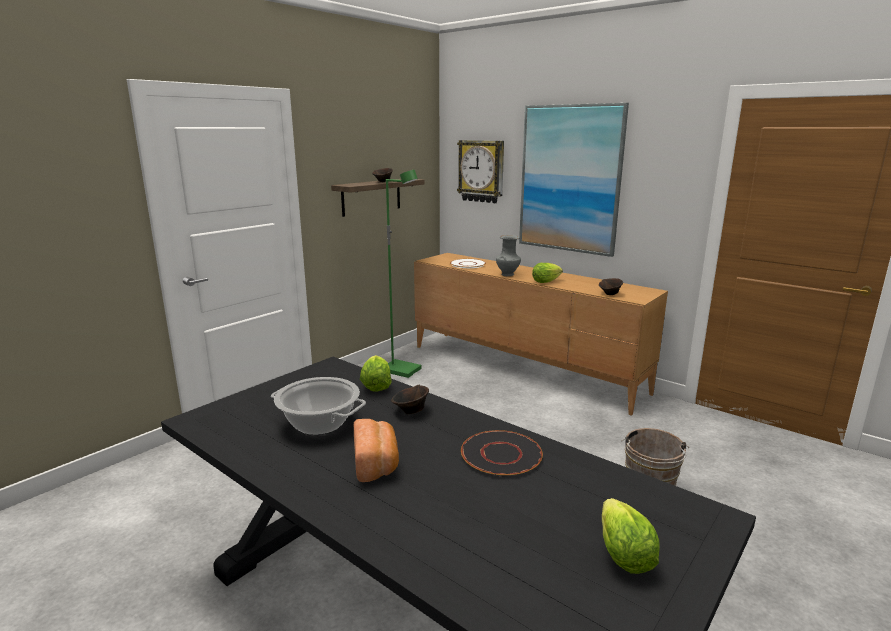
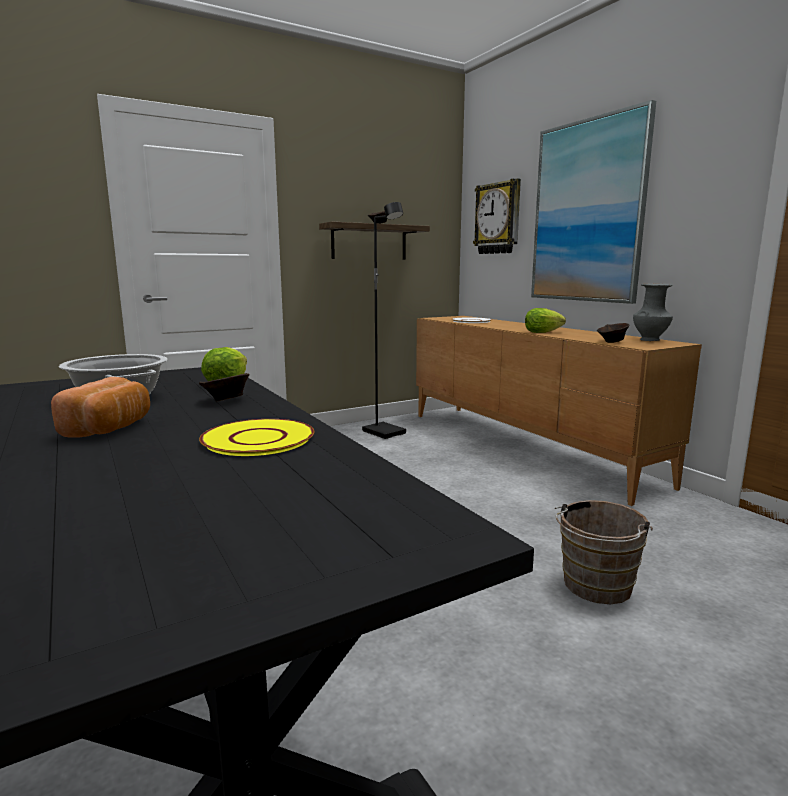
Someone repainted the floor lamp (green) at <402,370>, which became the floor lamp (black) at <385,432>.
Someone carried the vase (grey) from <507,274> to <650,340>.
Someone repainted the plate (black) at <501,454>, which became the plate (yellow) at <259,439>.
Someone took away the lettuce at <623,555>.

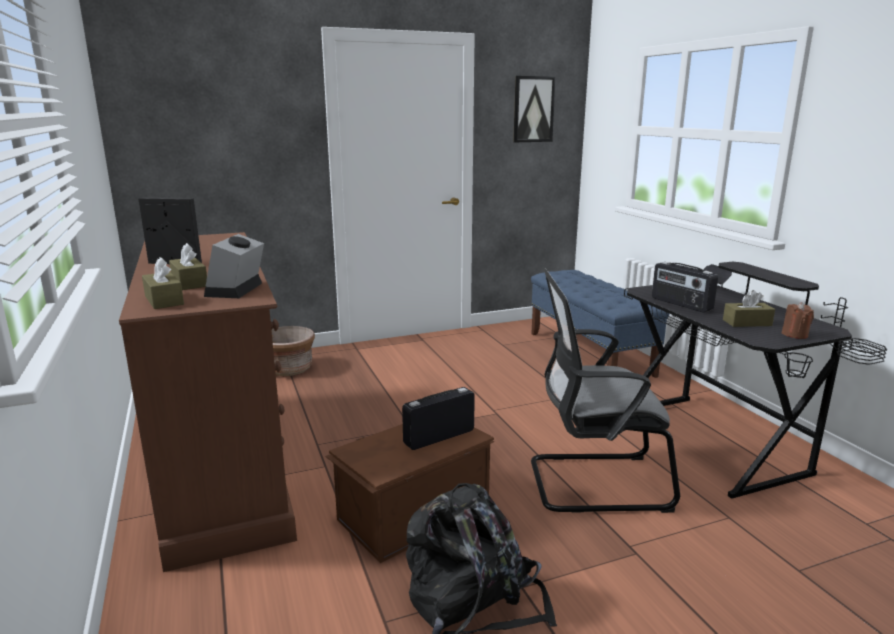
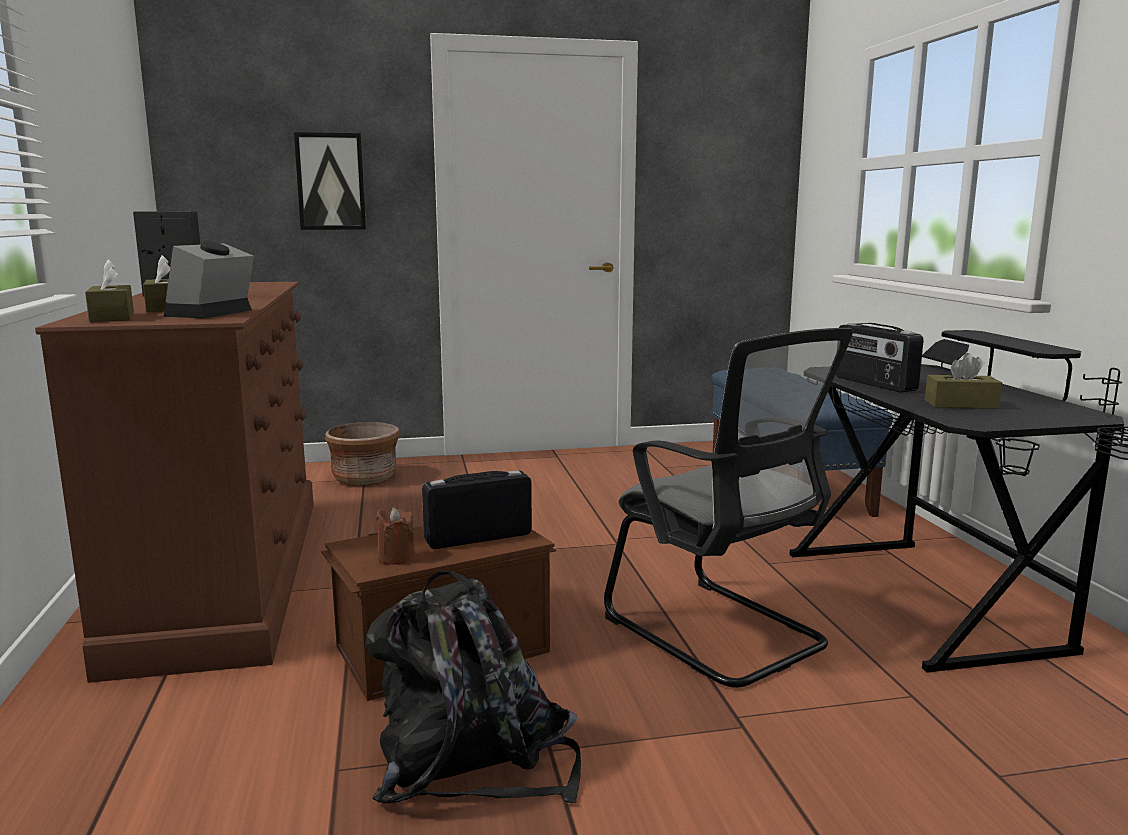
Someone carried the picture from <533,109> to <330,181>.
Someone rotated the chair at <593,482> by 135 degrees counterclockwise.
Someone carried the candle (brown) from <795,335> to <396,557>.

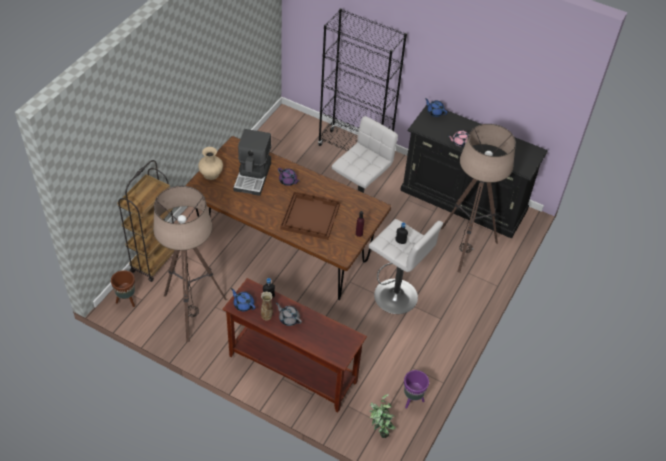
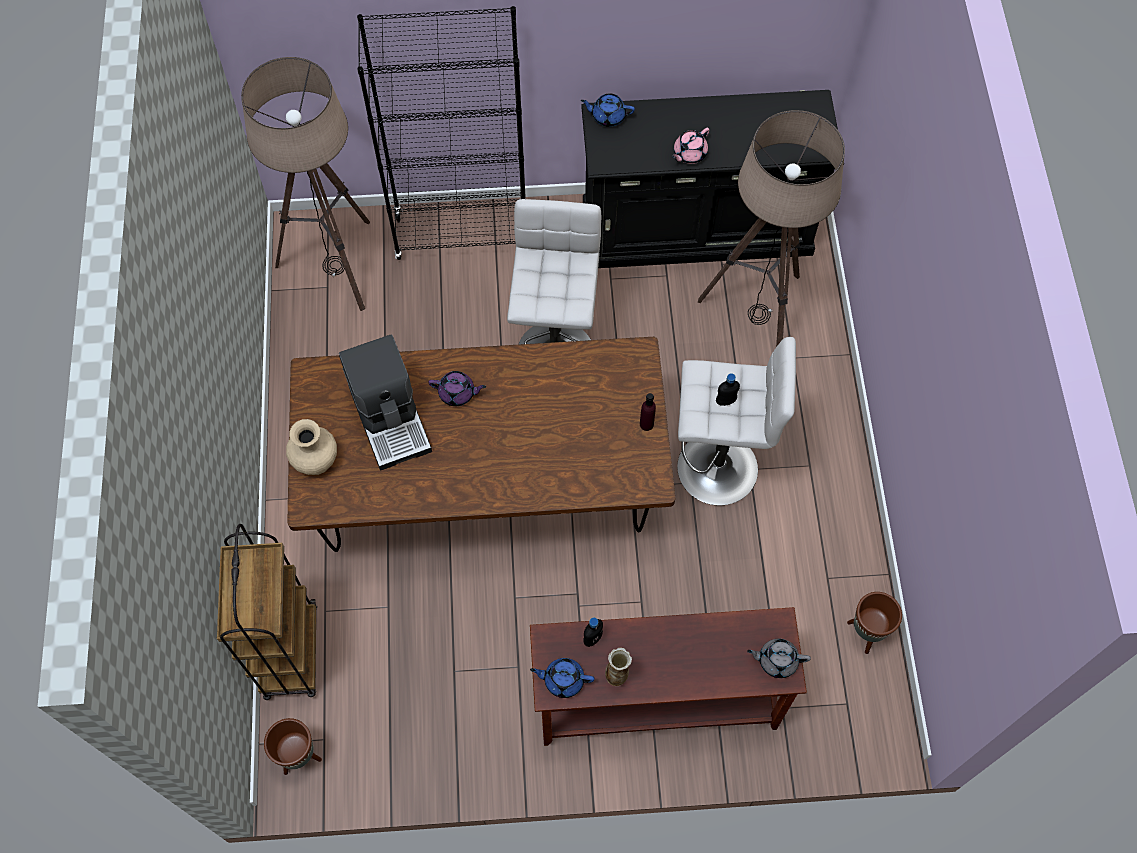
Someone carried the floor lamp from <193,311> to <335,265>.
Someone took away the tray (brown) at <310,216>.
Someone carried the teapot (grey) from <289,318> to <776,660>.
Someone repainted the planter (purple) at <412,400>, which became the planter (brown) at <866,633>.
Someone took away the potted plant at <379,431>.

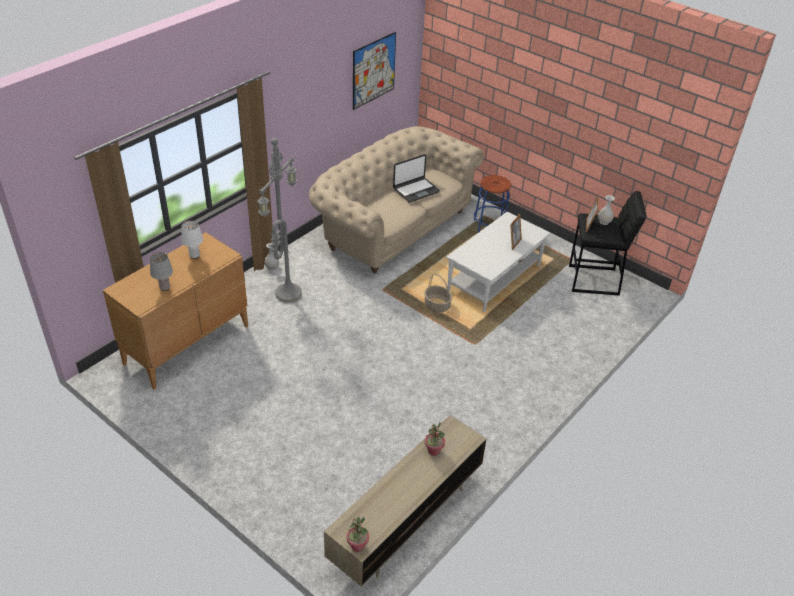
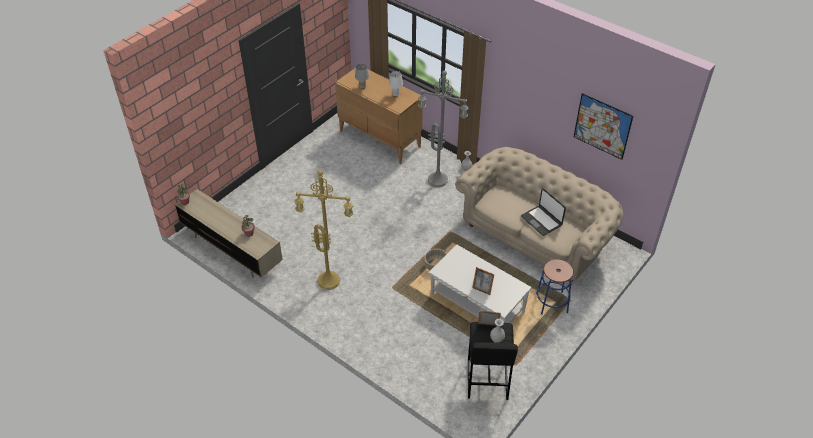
Someone put down the floor lamp (yellow) at <330,280>.

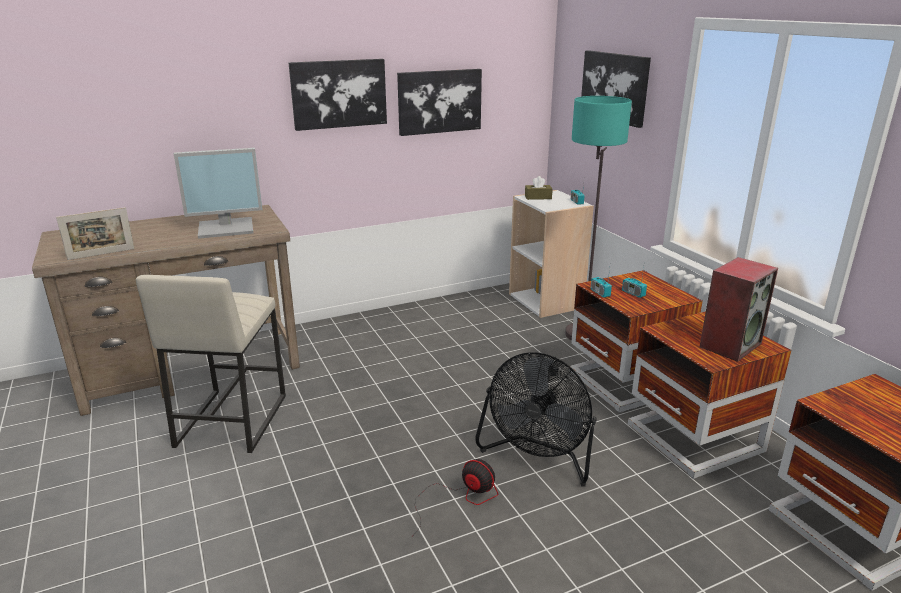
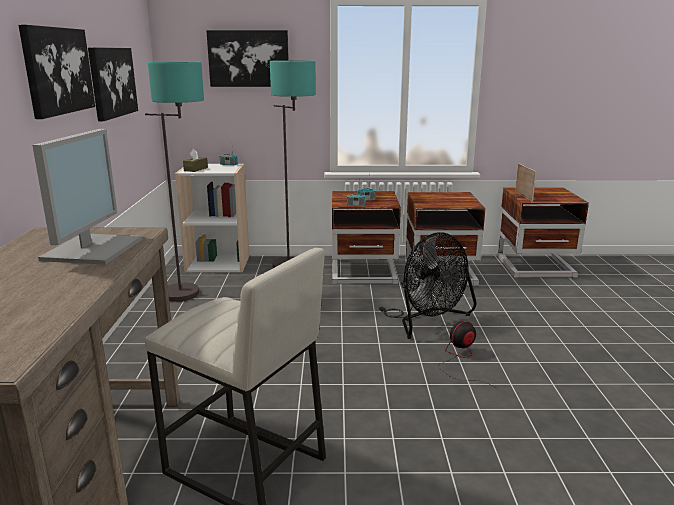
Someone carried the picture frame from <101,254> to <523,196>.
Someone took away the speaker at <730,344>.
Someone put down the floor lamp (turquoise) at <190,295>.

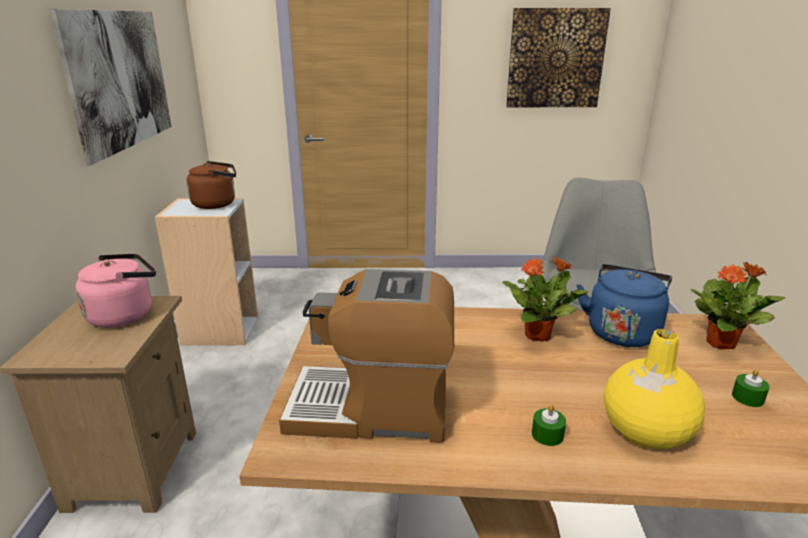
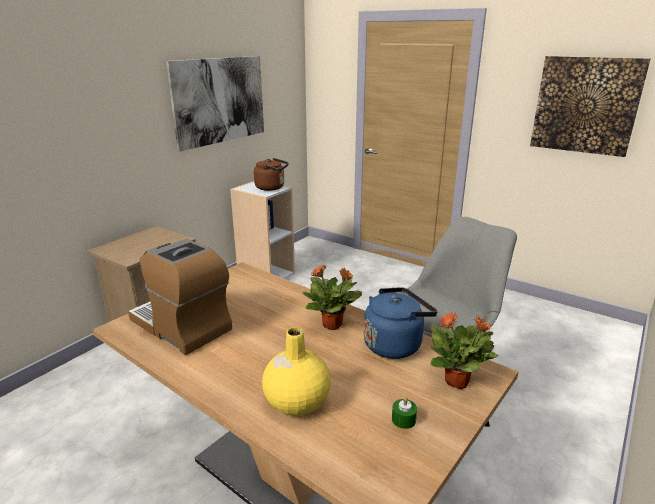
Someone took away the kettle (pink) at <125,314>.
Someone took away the candle (green) at <547,435>.

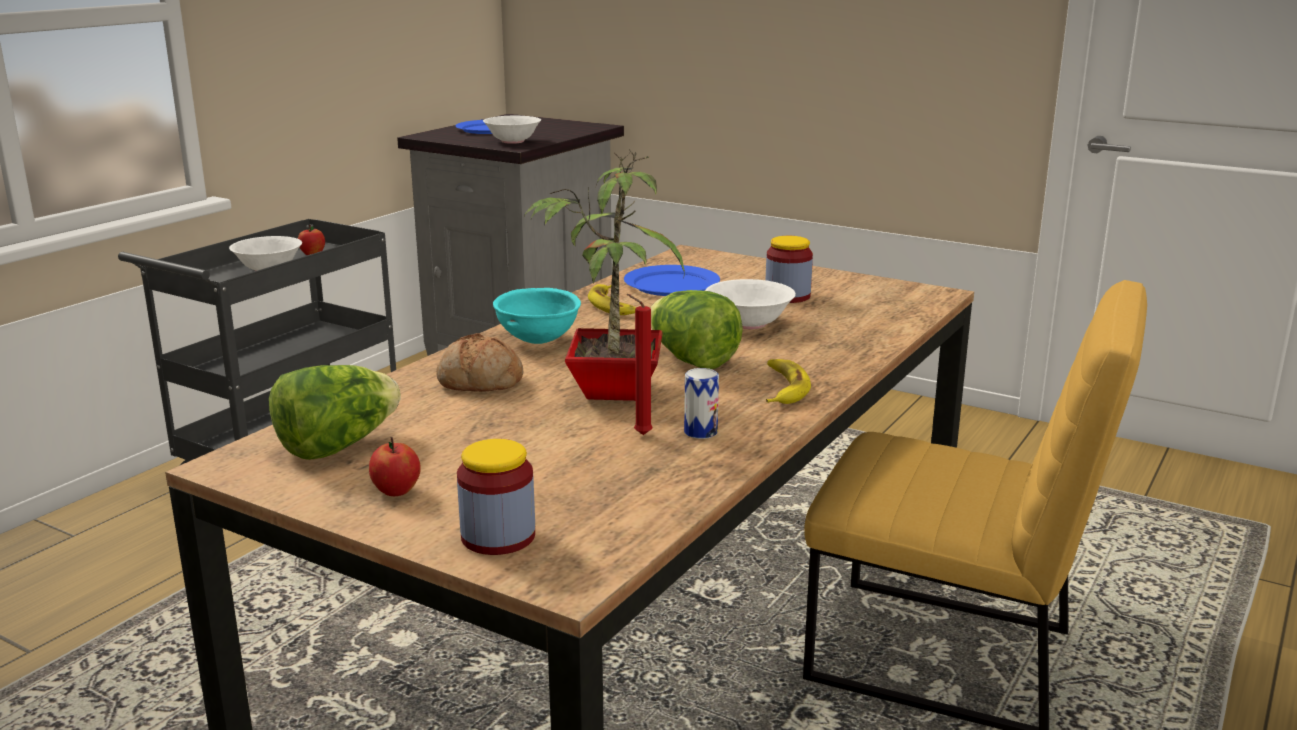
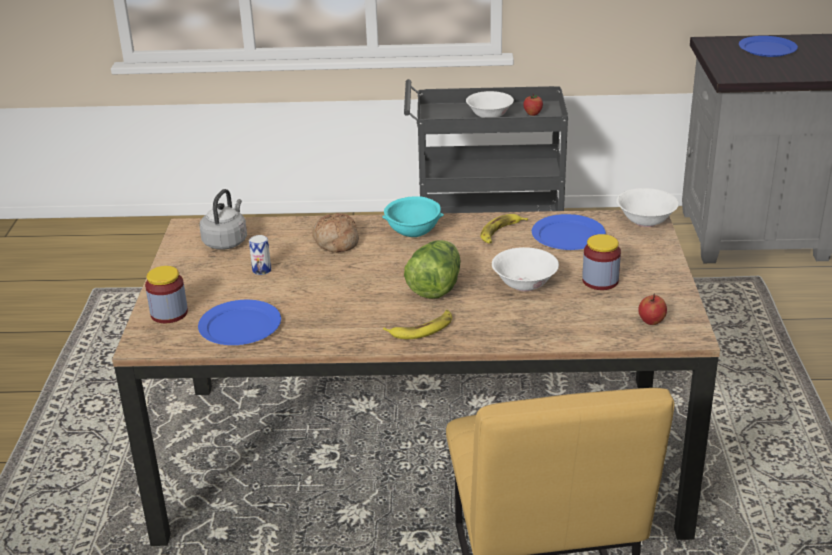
Someone carried the bowl (white) from <513,141> to <645,221>.
Someone took away the potted plant at <610,390>.
Someone took away the candle (red) at <640,435>.
Someone swapped the lettuce at <337,446> for the kettle (grey) at <226,241>.
Someone carried the can from <700,432> to <261,270>.
Someone carried the apple from <396,491> to <651,321>.
Someone put down the plate (blue) at <240,327>.

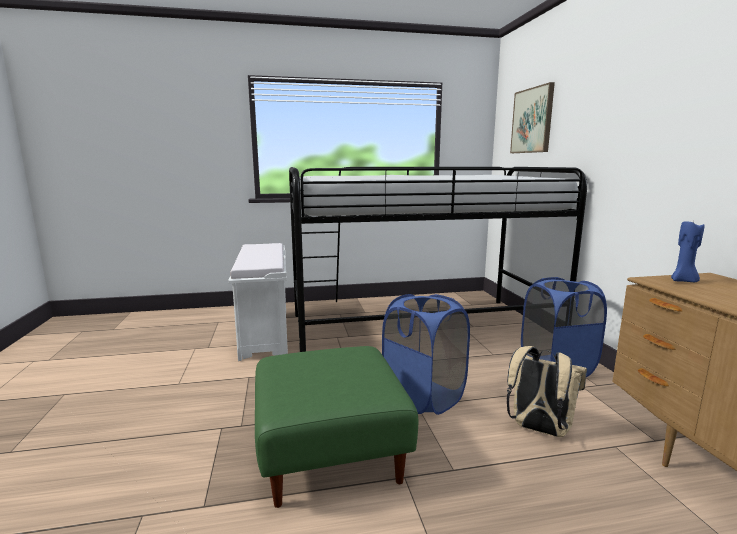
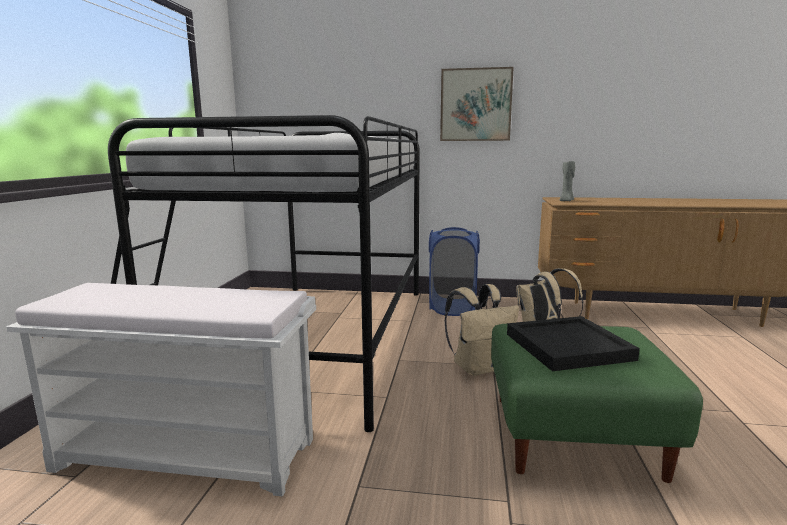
Someone carried the picture from <532,120> to <475,105>.
Someone repainted the candle (blue) at <683,281>, which became the candle (grey) at <566,201>.
Someone swapped the laundry basket (blue) at <423,397> for the backpack (beige) at <478,367>.
Someone put down the tray (black) at <568,346>.

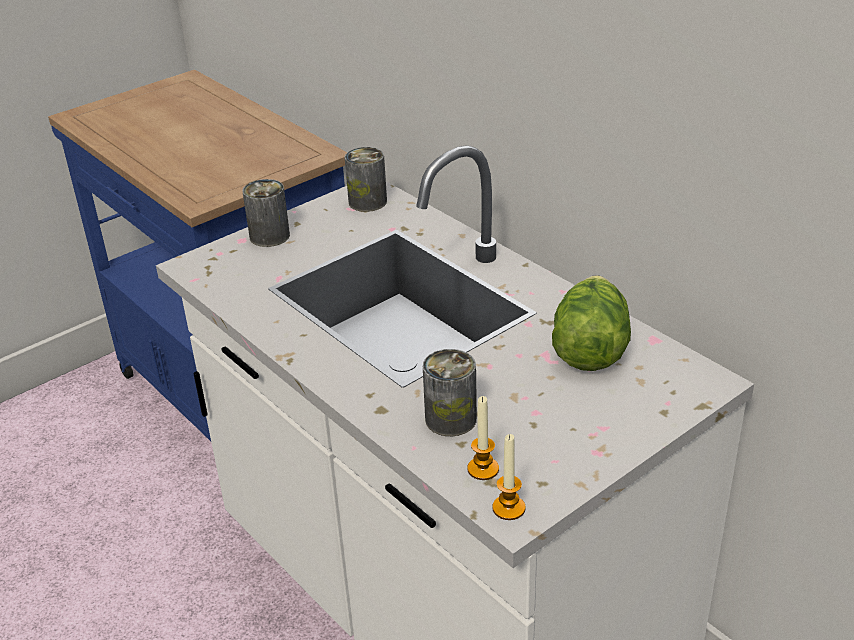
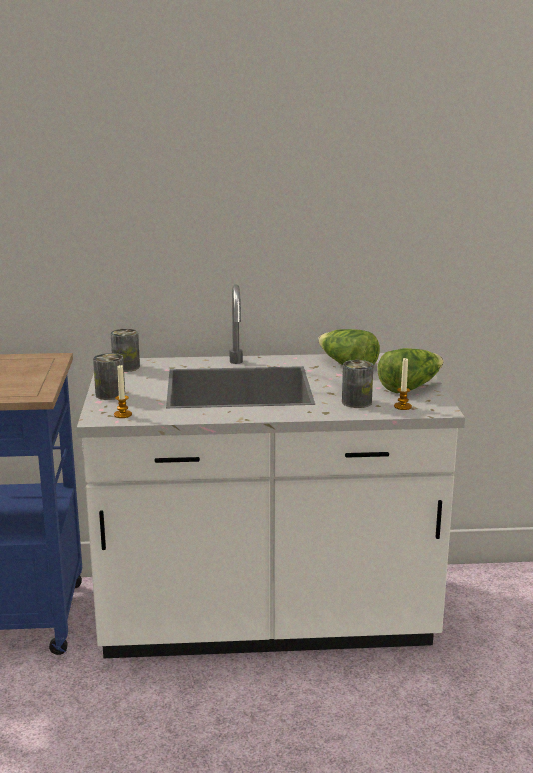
Someone carried the candle from <508,508> to <122,414>.
Someone put down the lettuce at <409,387>.

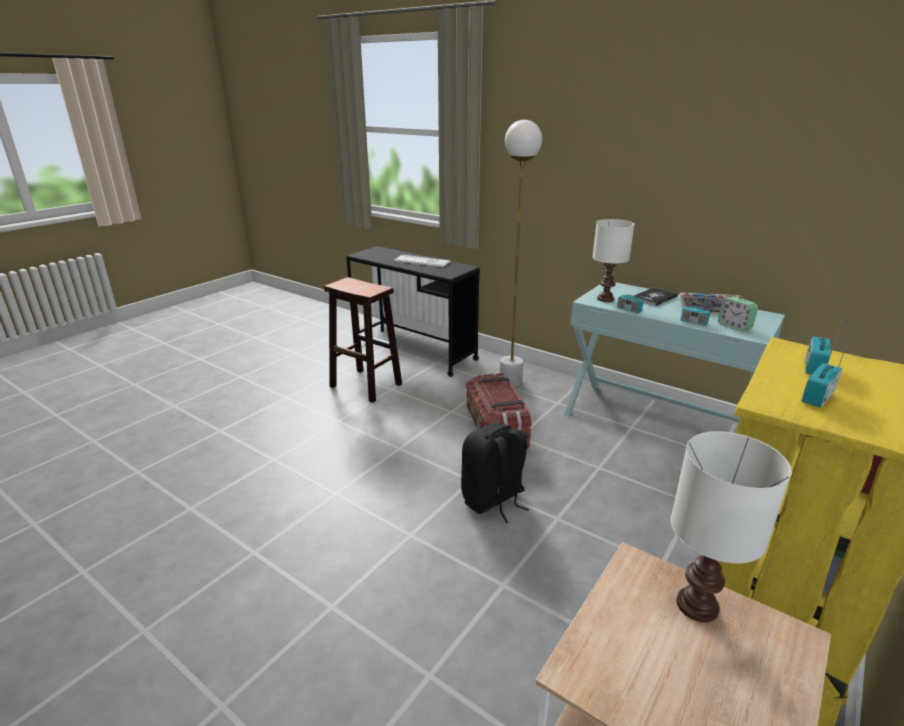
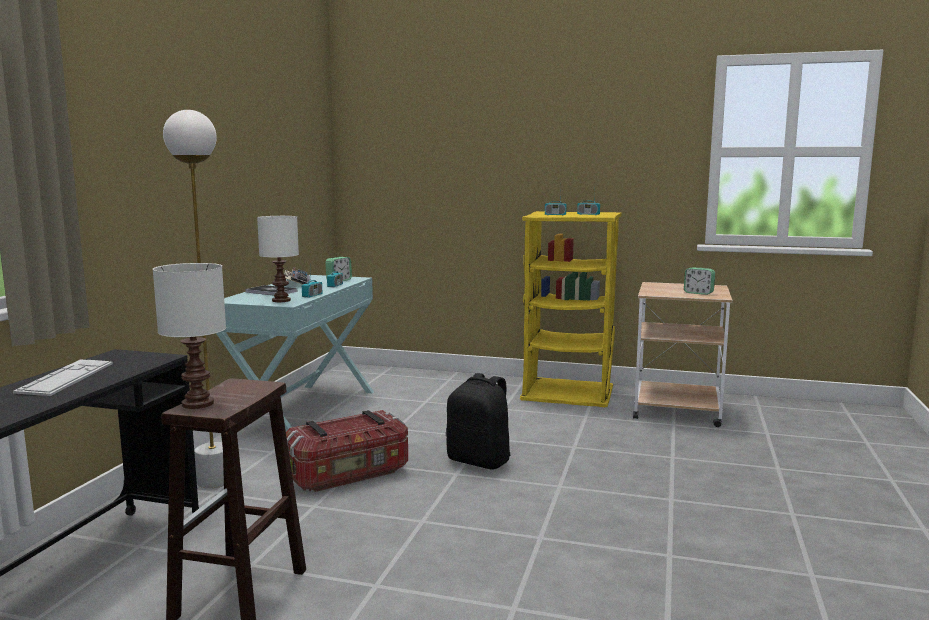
Someone carried the table lamp (white) from <698,605> to <197,403>.
Someone put down the alarm clock at <698,293>.

